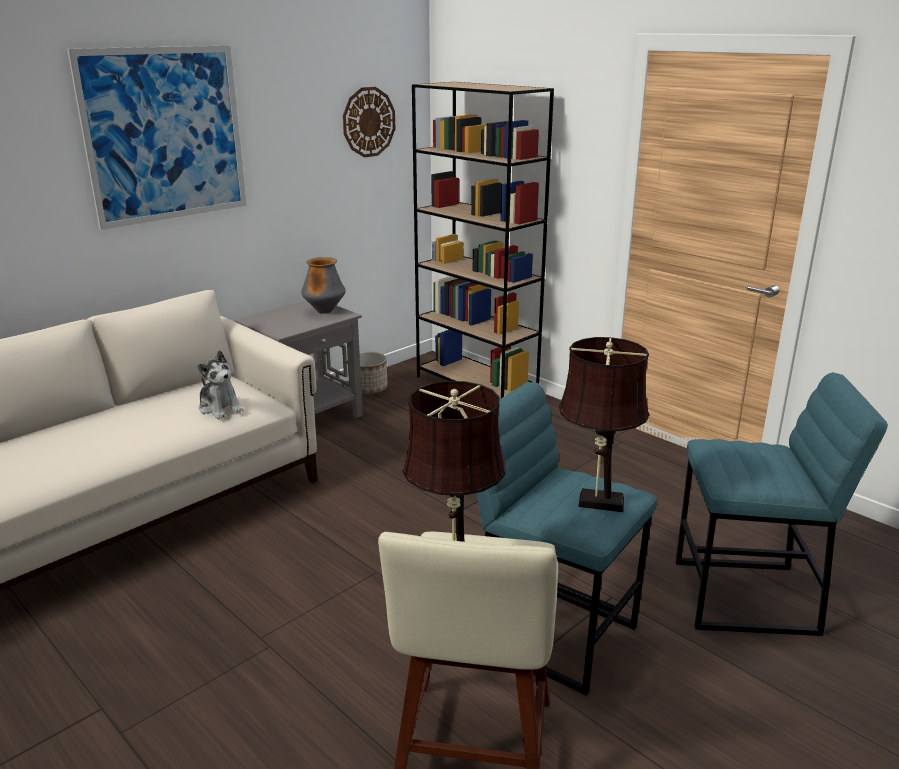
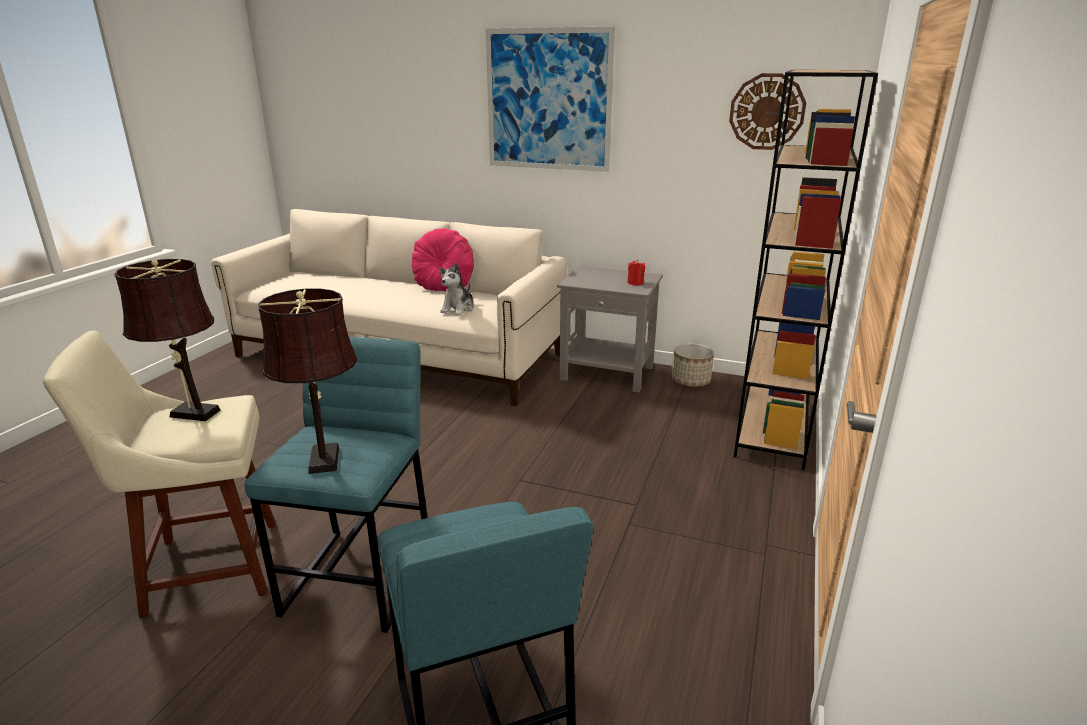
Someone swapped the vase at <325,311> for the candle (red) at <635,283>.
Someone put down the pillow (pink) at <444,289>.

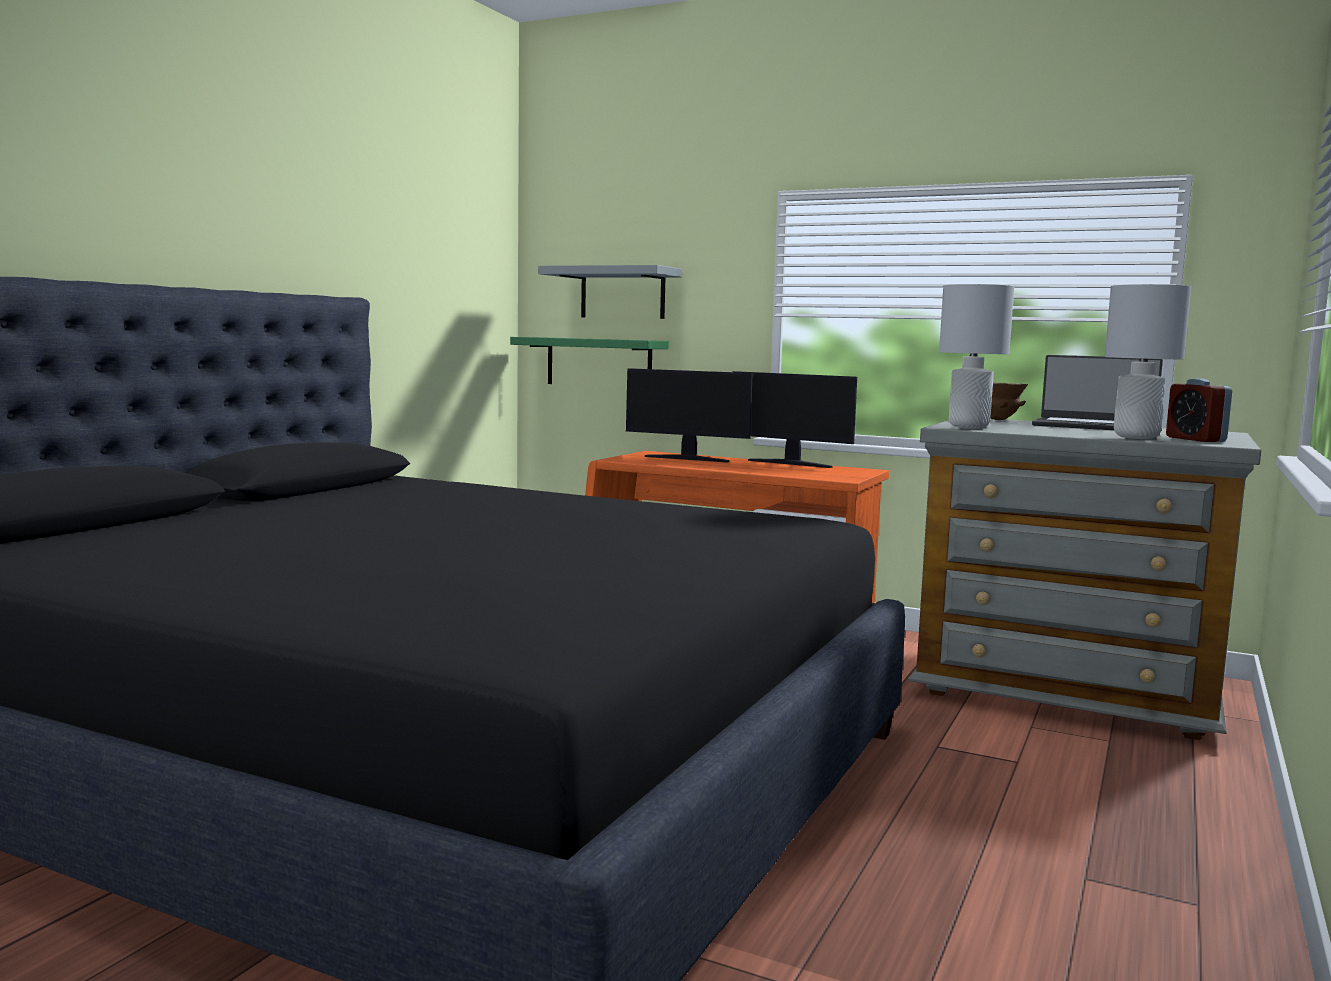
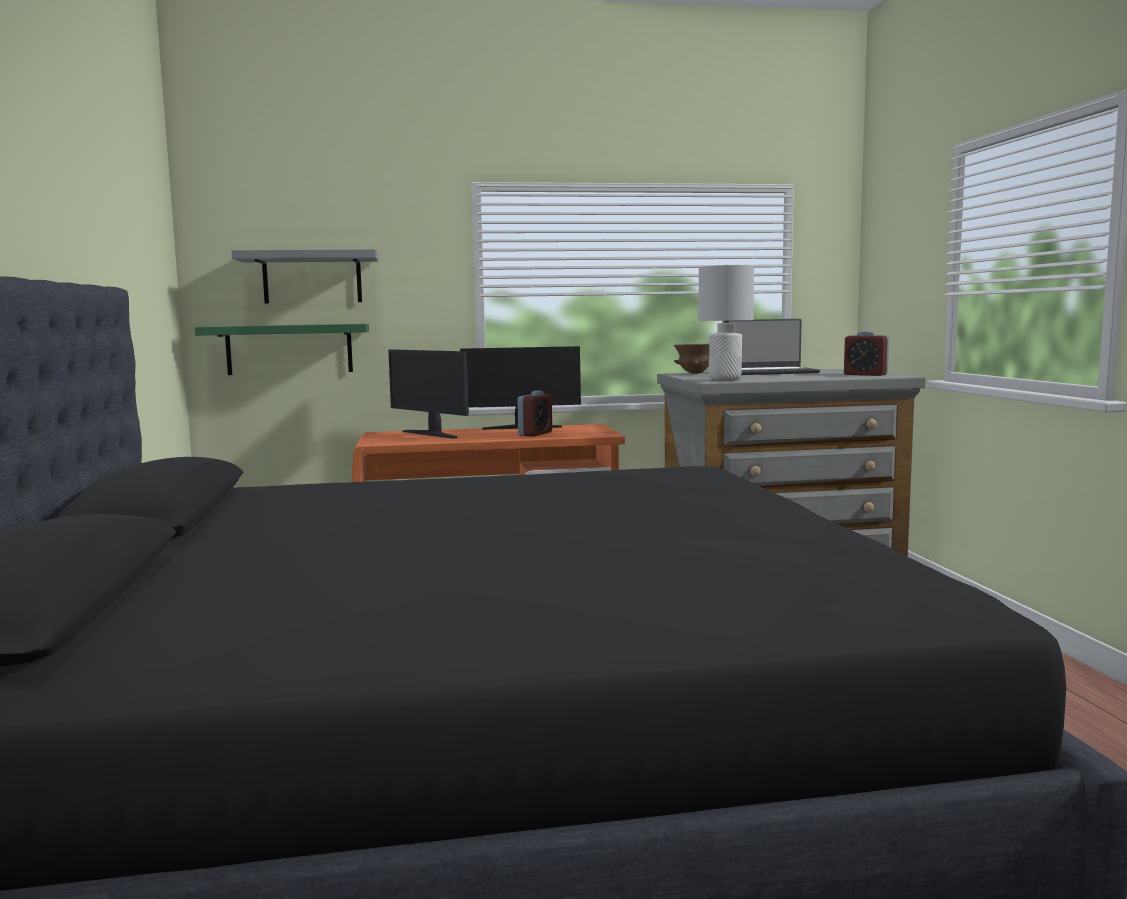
Someone took away the table lamp (grey) at <1135,438>.
Someone rotated the monitor at <687,459> by 60 degrees clockwise.
Someone put down the alarm clock at <535,434>.

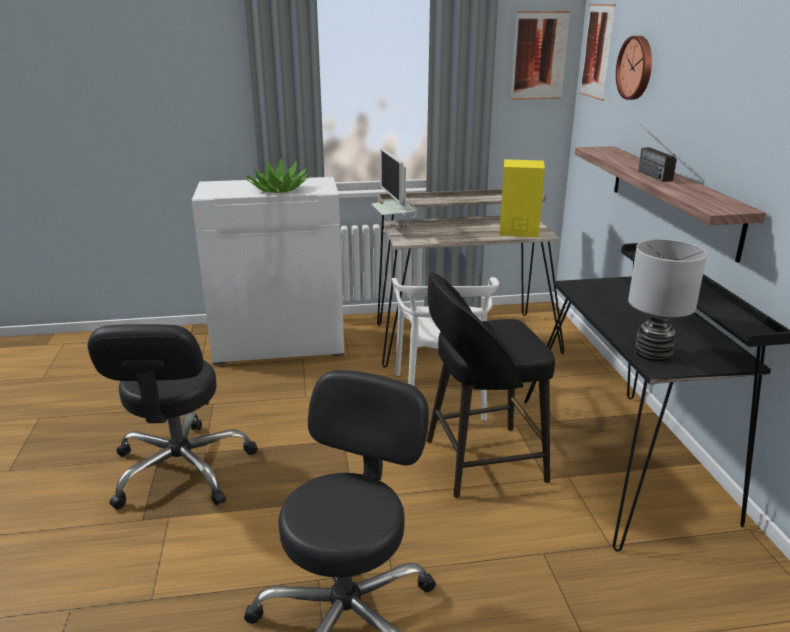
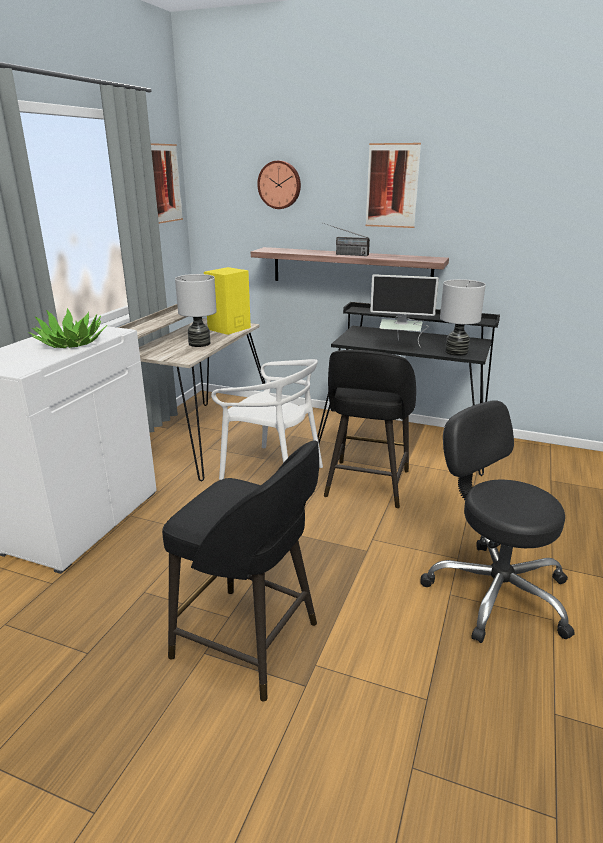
Someone carried the picture from <597,51> to <392,186>.
Someone carried the monitor from <395,230> to <400,346>.
Someone swapped the office chair (black) at <180,473> for the stool (black) at <249,642>.
Someone put down the table lamp (grey) at <199,343>.

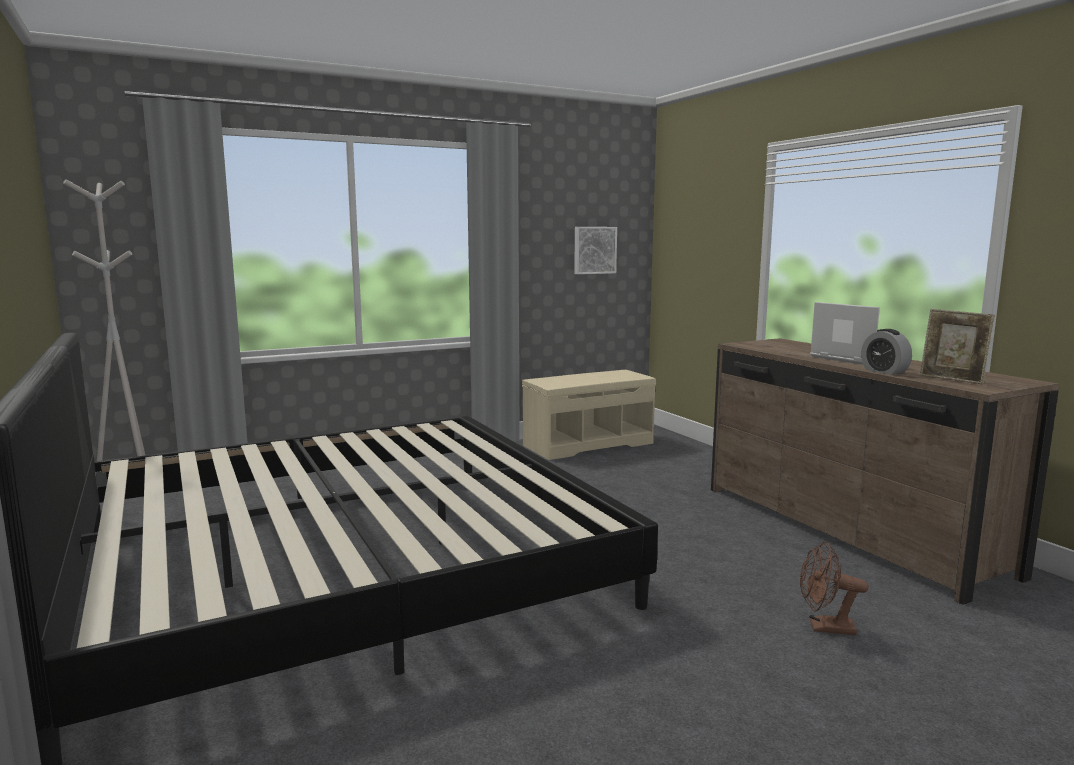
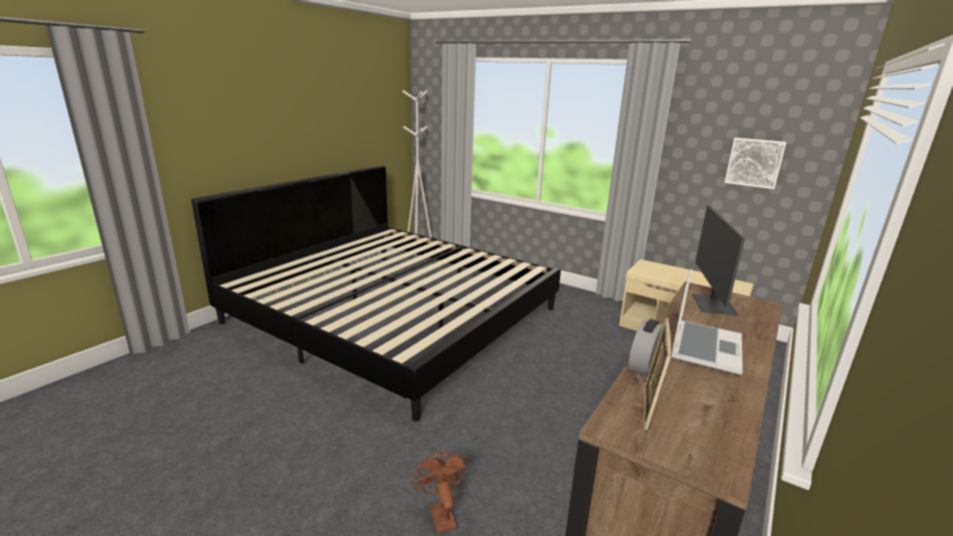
Someone put down the monitor at <712,304>.

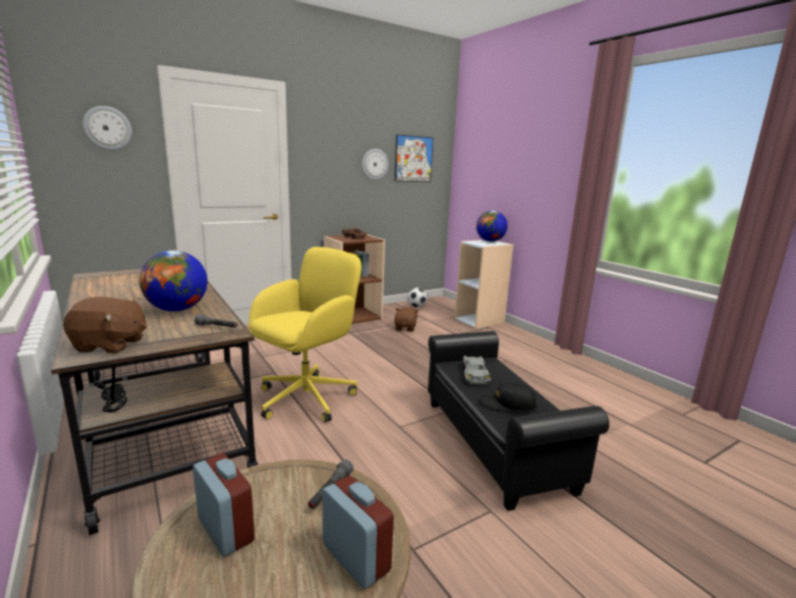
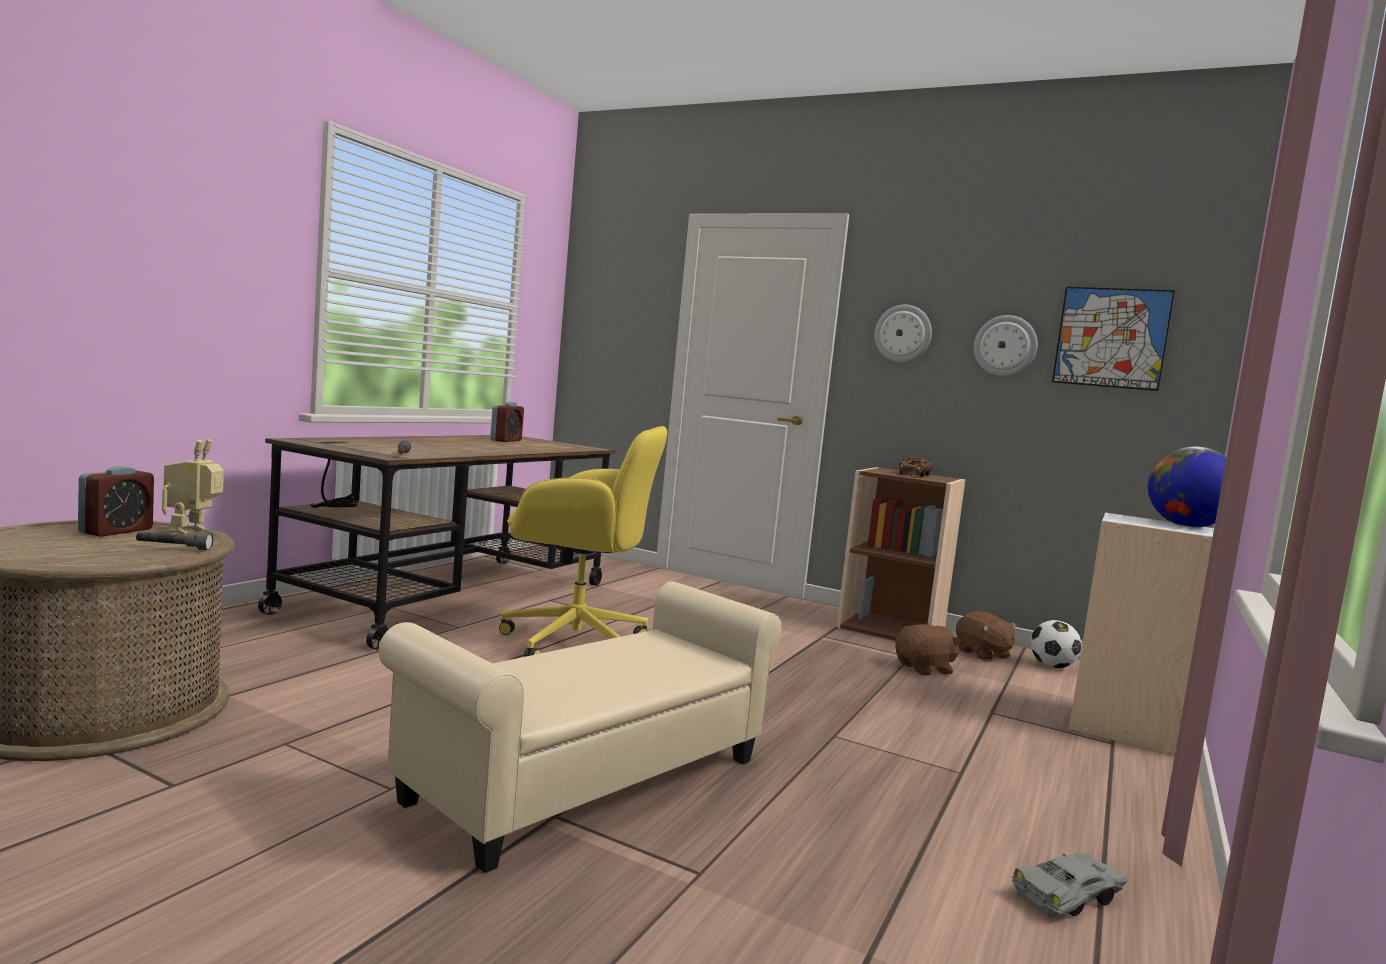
Someone carried the wall clock from <107,128> to <903,333>.
Someone took away the globe at <177,309>.
Someone carried the plush toy (brown) from <110,345> to <982,654>.
Someone repainted the ottoman (black) at <495,443>, which became the ottoman (beige) at <589,780>.
Someone carried the toy car (grey) from <474,374> to <1069,897>.
Someone took away the cap (black) at <507,404>.
Someone carried the alarm clock from <355,558> to <506,440>.
Someone put down the toy robot at <192,531>.

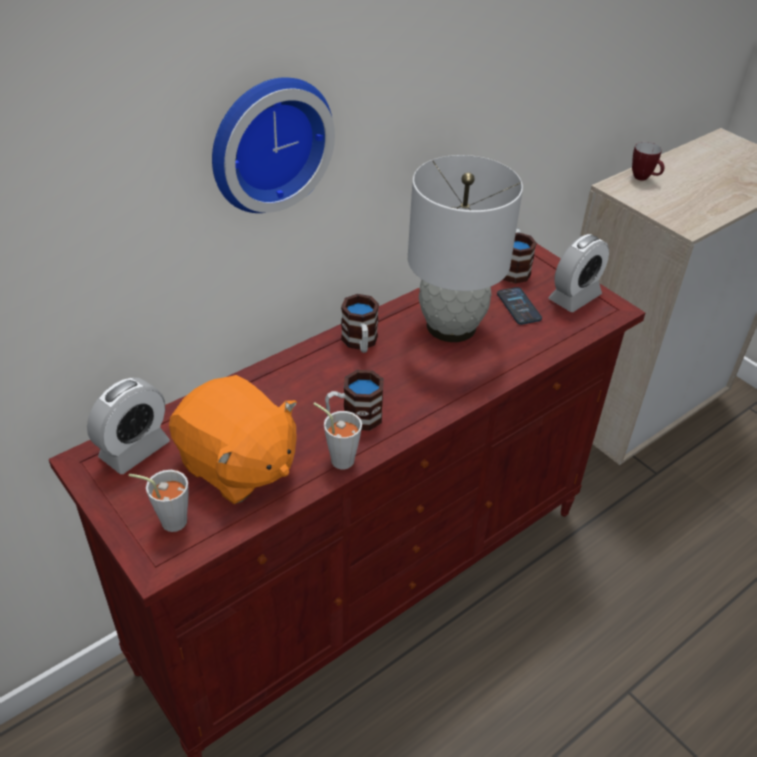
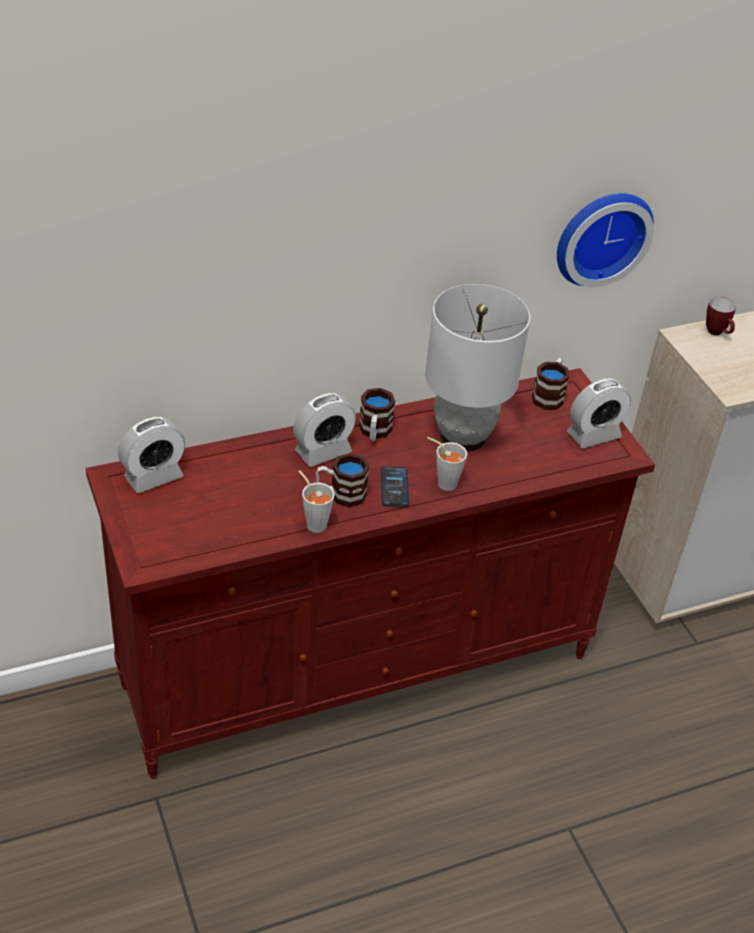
Someone carried the wall clock from <267,142> to <600,235>.
Someone carried the phone from <518,306> to <394,487>.
Someone took away the plush toy (orange) at <237,466>.
Someone carried the cup (grey) from <168,520> to <443,482>.
Someone put down the alarm clock at <323,452>.

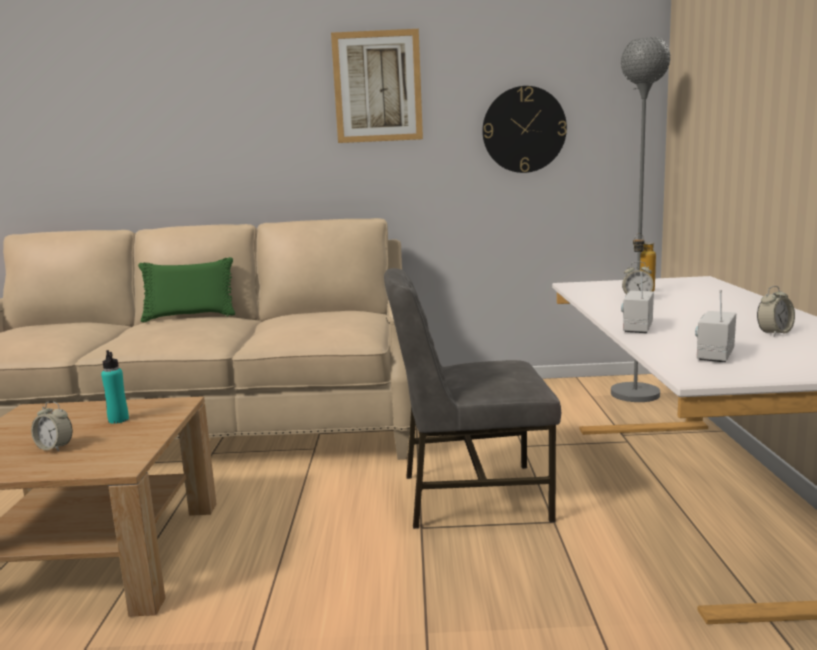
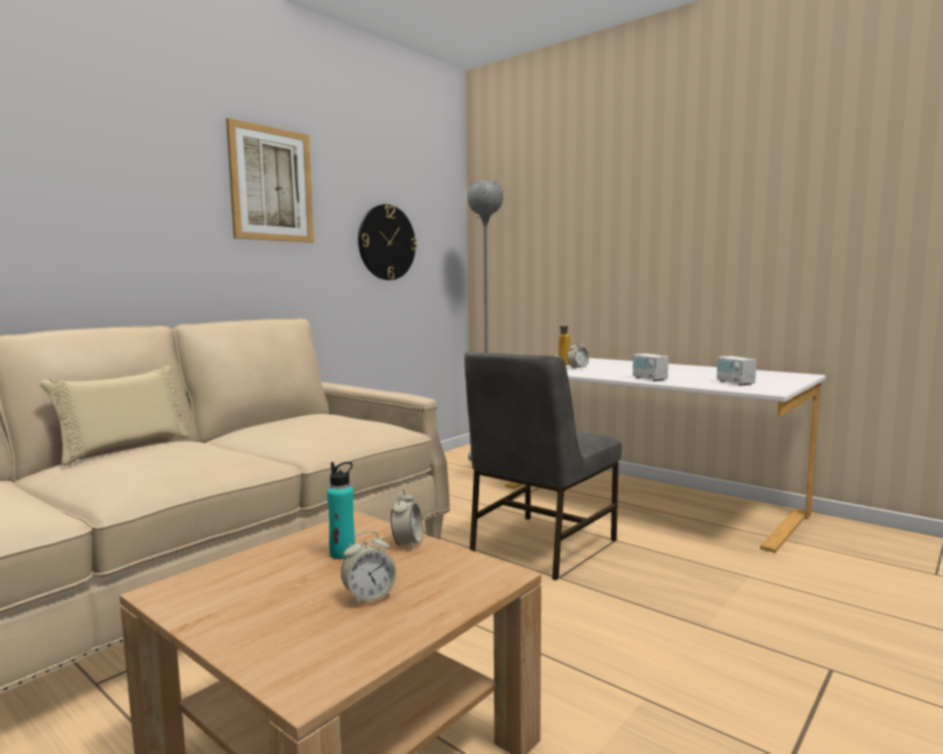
Someone repainted the pillow (green) at <190,317>, which became the pillow (beige) at <124,449>.
Someone carried the alarm clock from <774,333> to <407,543>.

